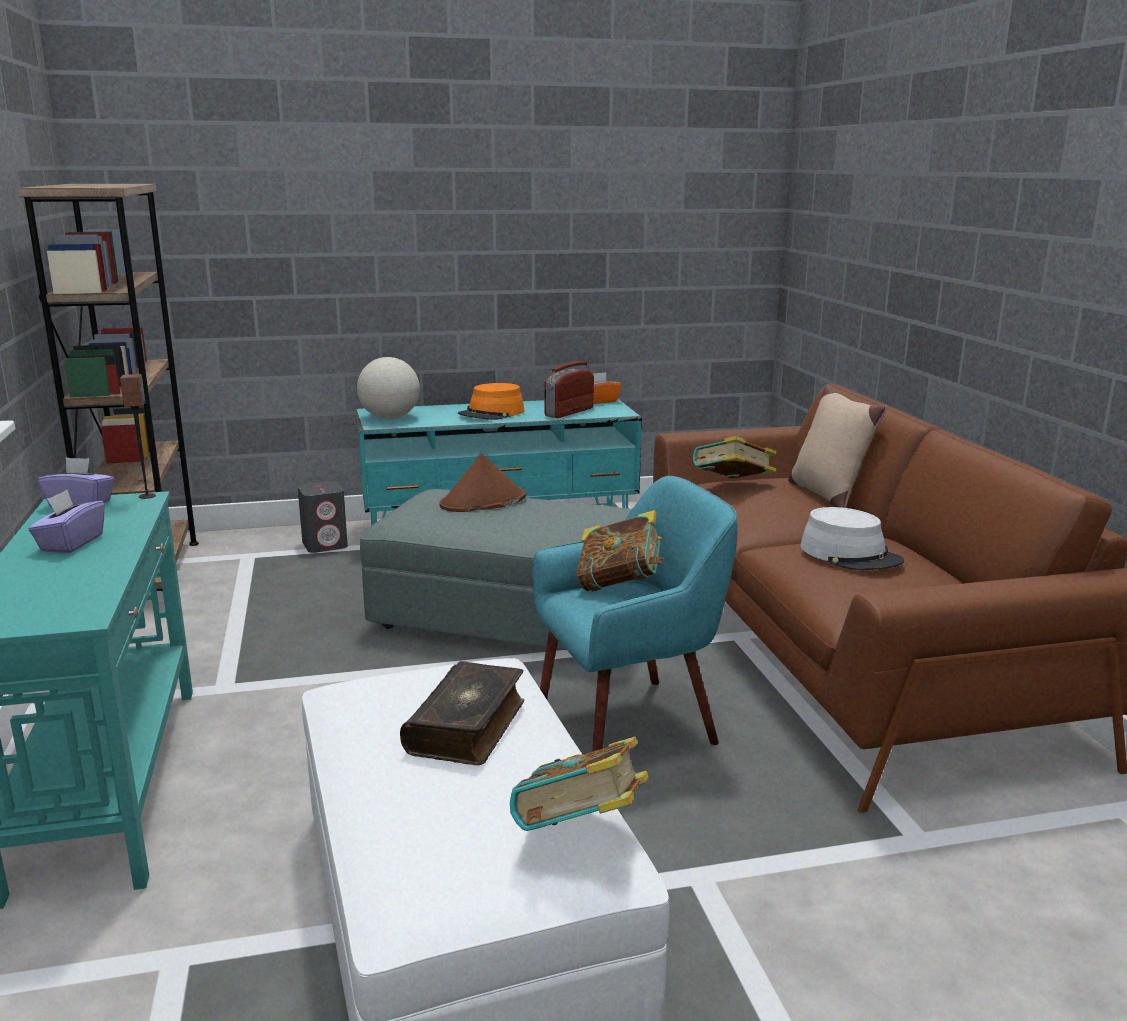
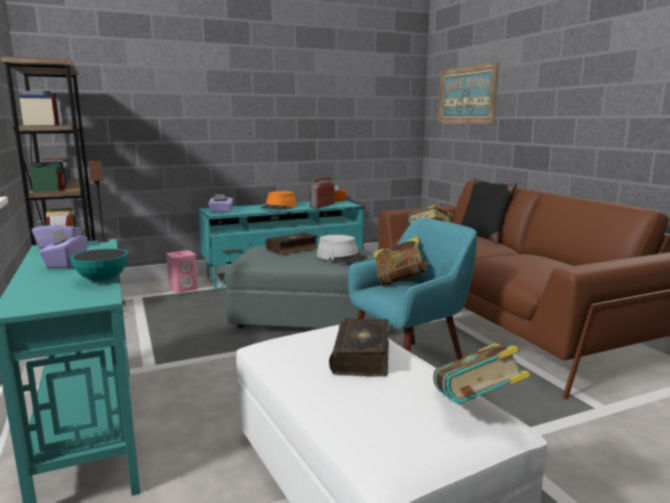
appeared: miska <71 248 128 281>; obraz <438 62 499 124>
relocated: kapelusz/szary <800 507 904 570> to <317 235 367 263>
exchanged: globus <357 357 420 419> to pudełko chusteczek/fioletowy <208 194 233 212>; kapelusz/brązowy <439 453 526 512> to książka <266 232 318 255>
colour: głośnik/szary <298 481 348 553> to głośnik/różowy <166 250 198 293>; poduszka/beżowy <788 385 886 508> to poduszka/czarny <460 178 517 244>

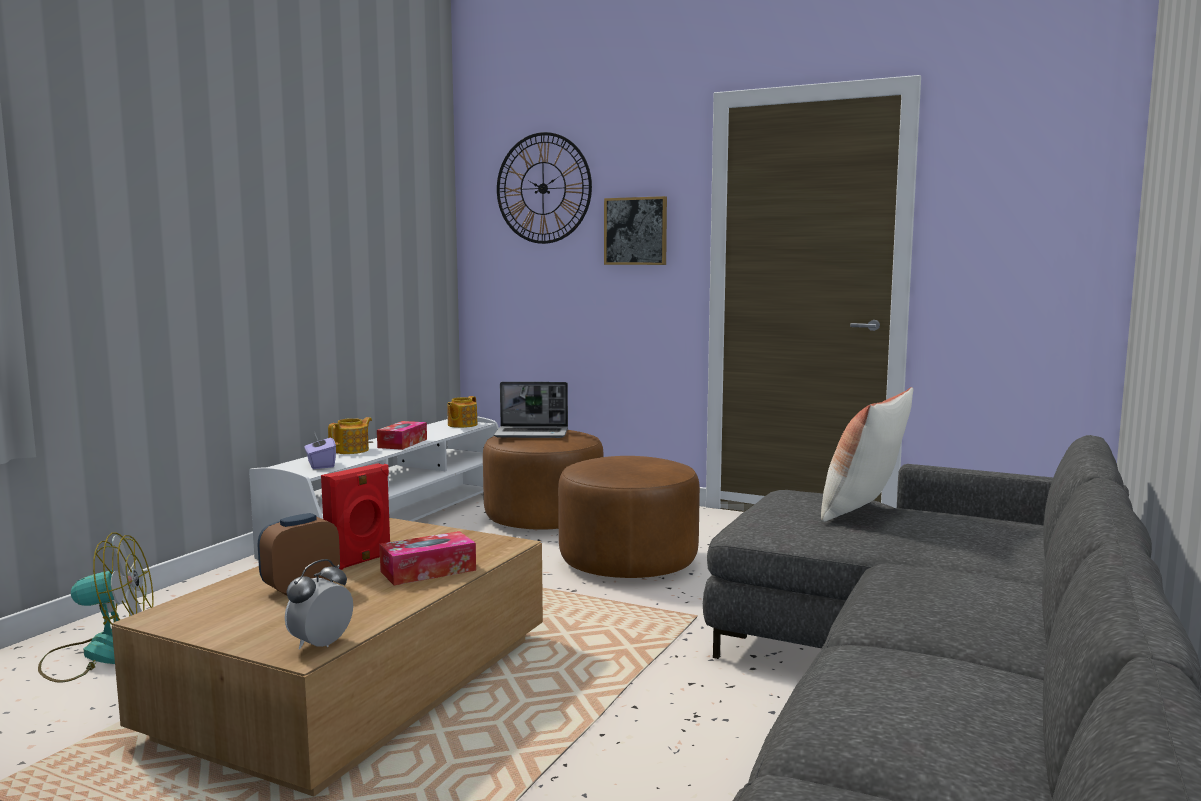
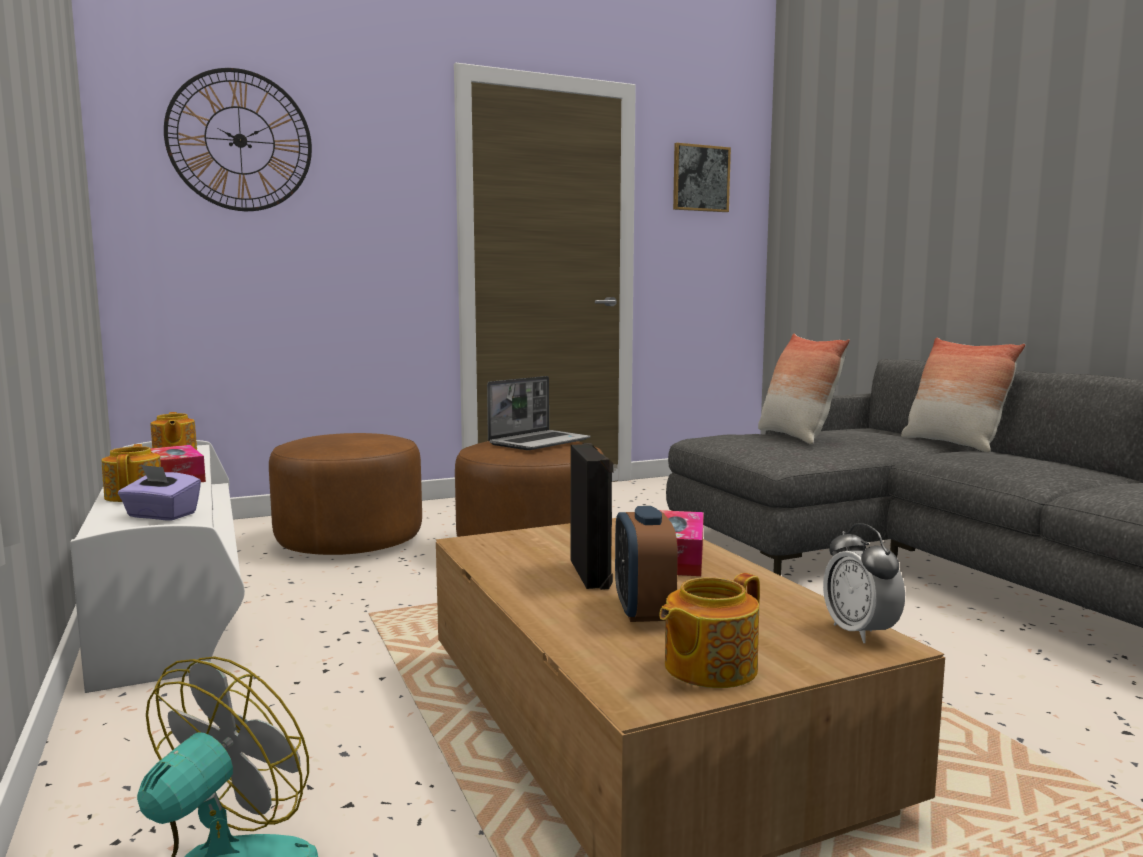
appeared: imbryk <659 573 760 688>; poduszka <901 337 1025 453>
relocated: laptop <494 382 568 438> to <487 376 591 450>; obraz <604 196 667 265> to <673 143 731 212>
colour: głośnik/czerwony <321 463 390 570> to głośnik/czarny <571 443 614 590>

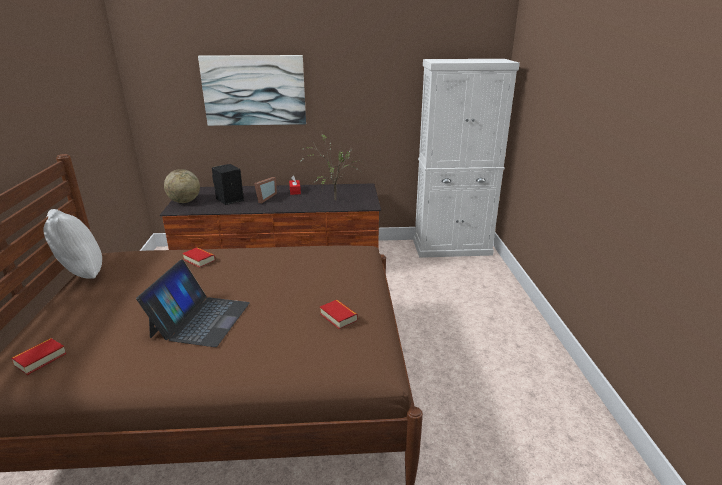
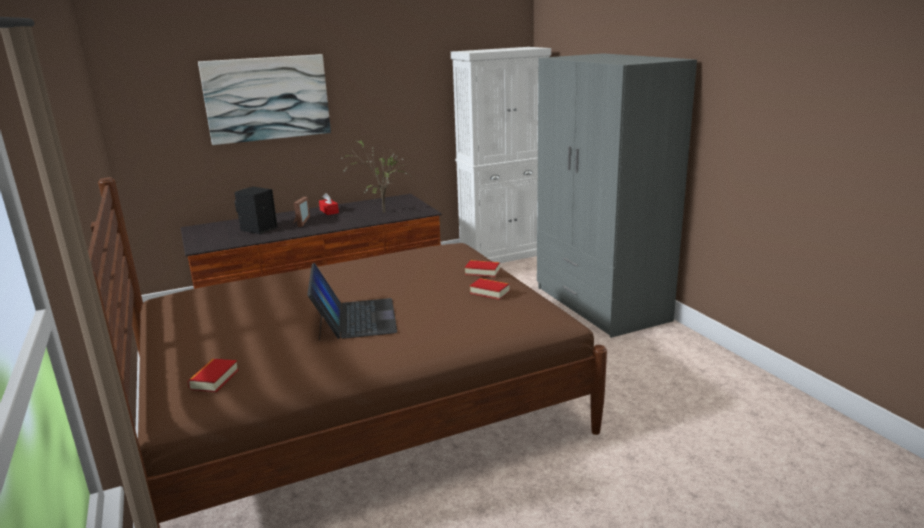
missing: poduszka/biały <43 209 102 279>; globus <164 169 200 203>
appeared: szafa/szary <537 53 697 338>
relocated: książka <182 247 215 268> to <465 260 500 277>

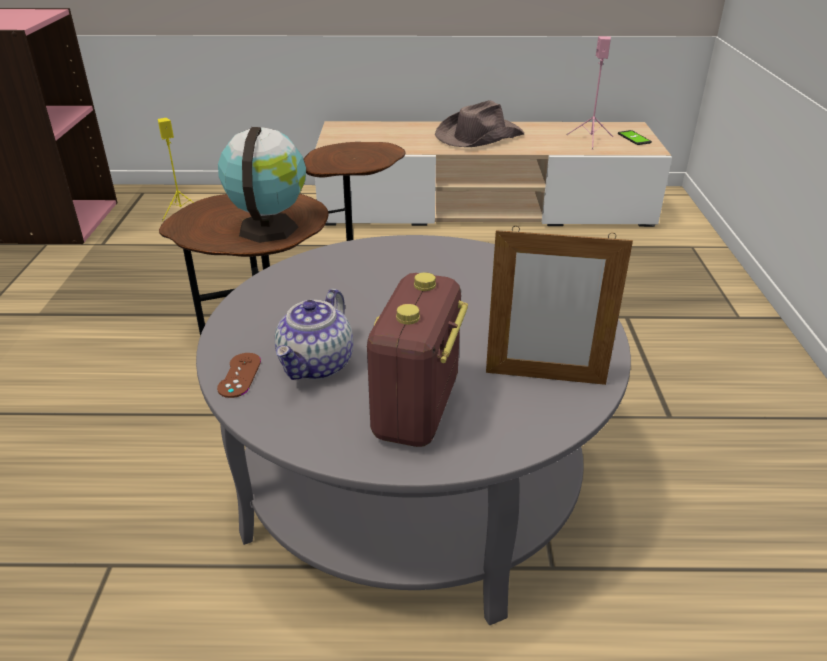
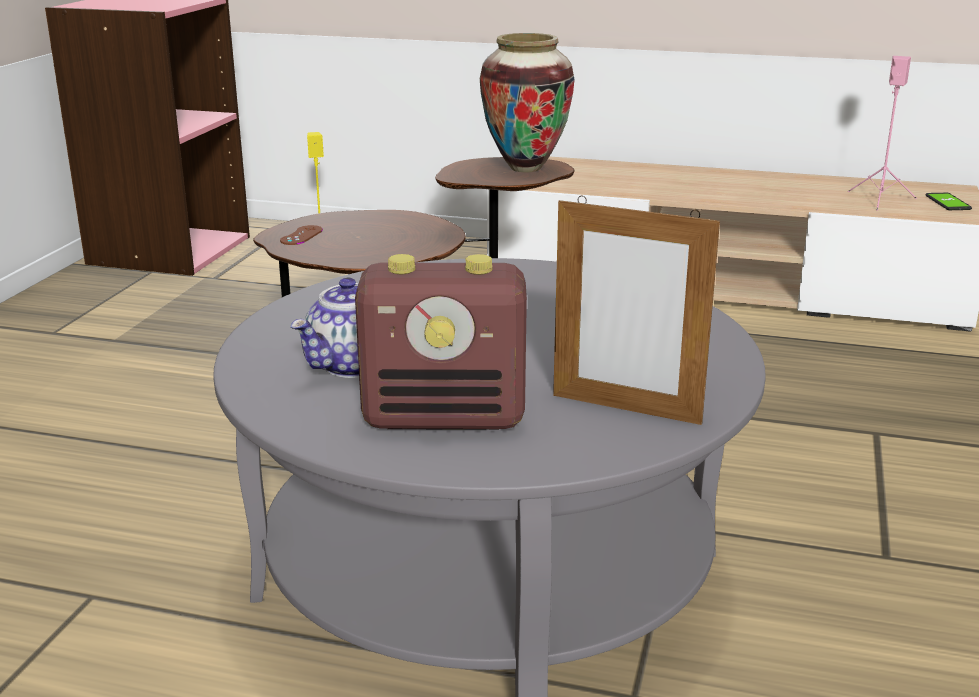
missing: globus <218 127 306 243>; kapelusz/brązowy <435 100 524 147>
appeared: wazon <480 33 575 172>
relocated: pad do gier/brązowy <217 353 261 398> to <280 225 323 245>
spun: radio <367 272 468 447> = <355 254 527 430> 120 degrees counterclockwise

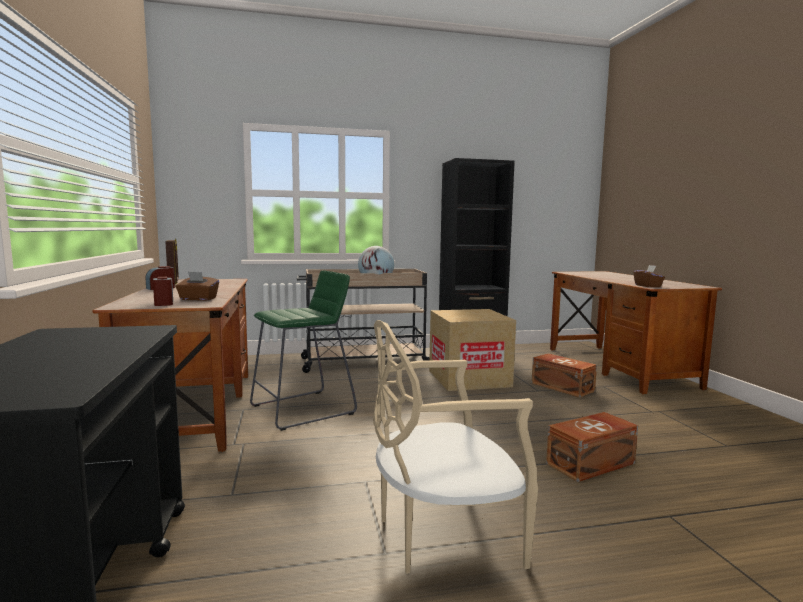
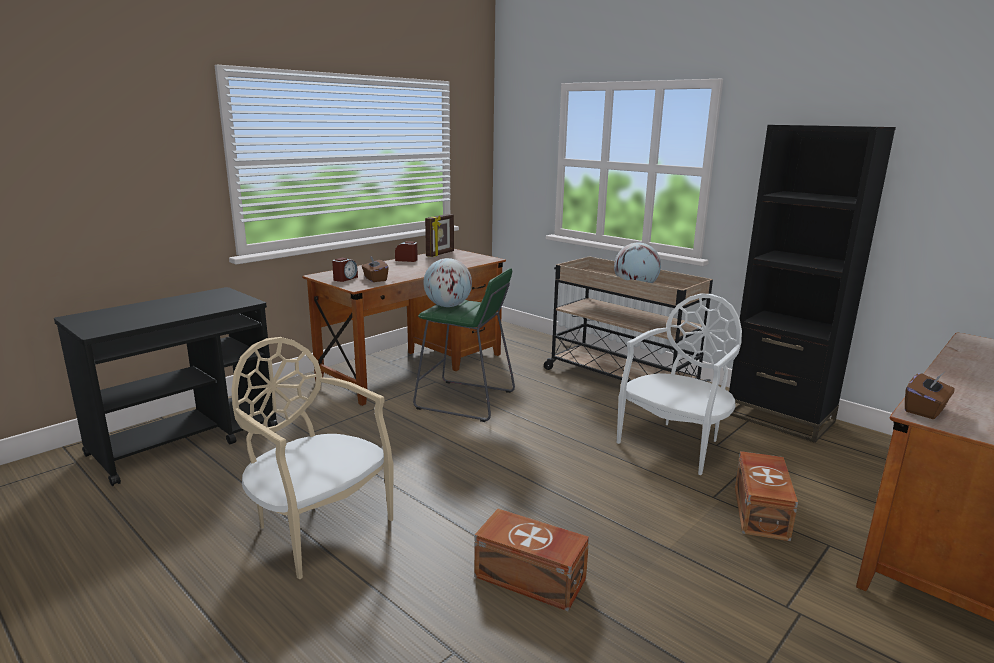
appeared: globus <423 258 472 307>
exchanged: karton <429 309 516 391> to krzesło/biały <617 293 742 475>

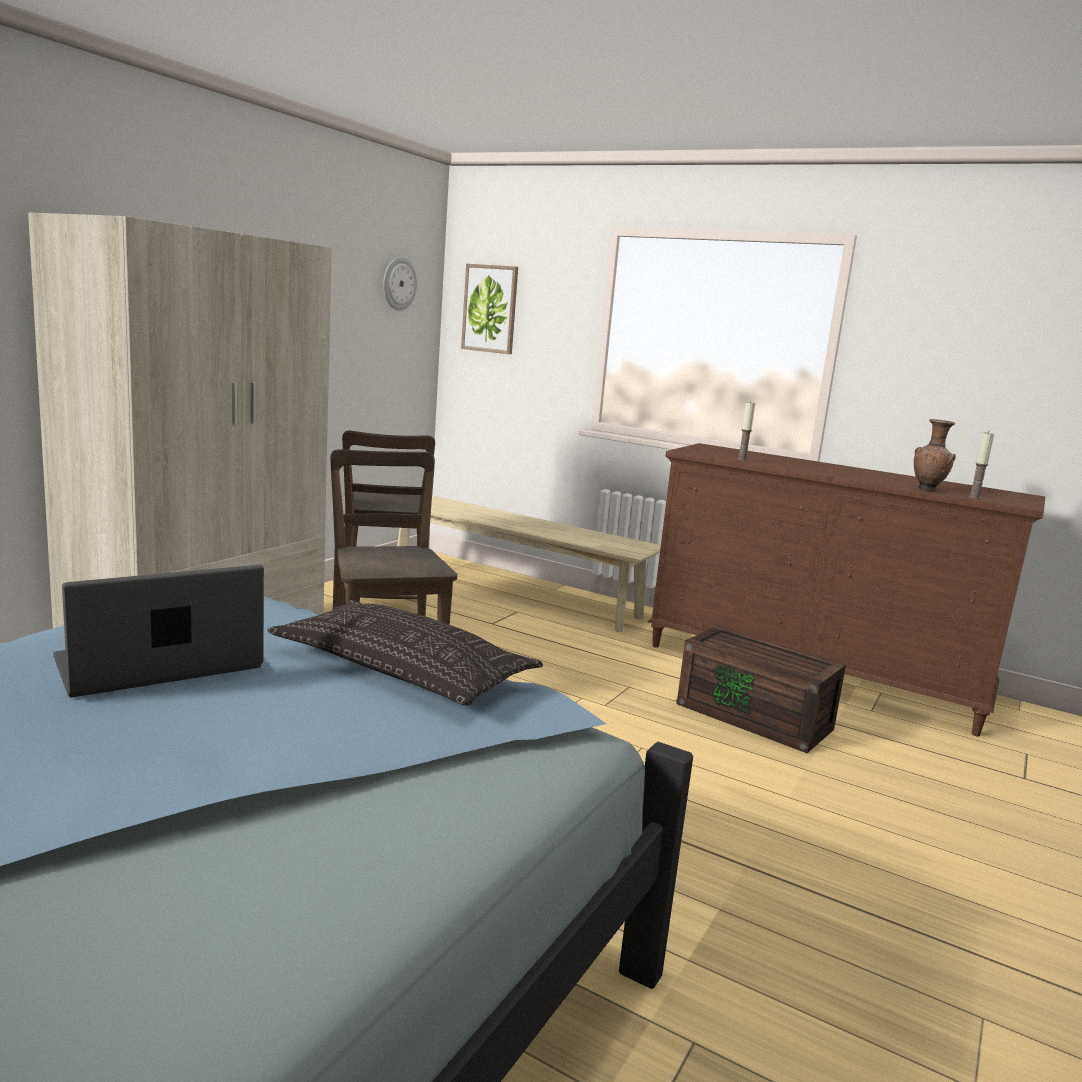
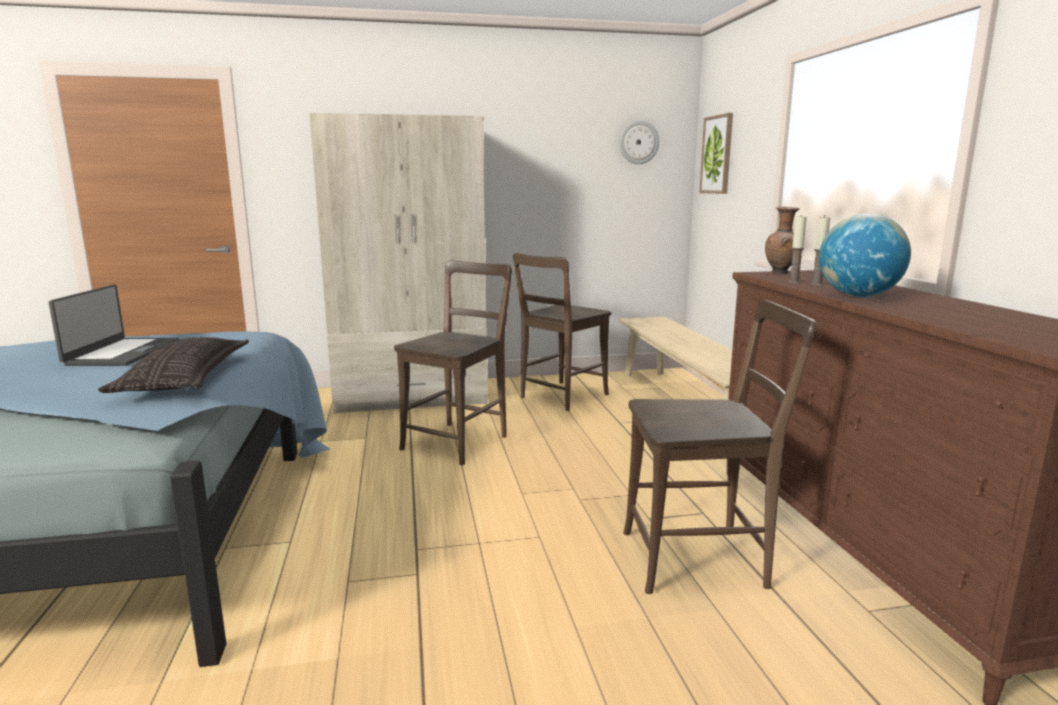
appeared: globus <819 213 911 297>
relocated: wazon/brązowy <914 419 956 491> to <765 207 800 274>; świeca <969 432 994 499> to <811 216 830 285>
exchanged: pojemnik do przechowywania/brązowy <677 625 846 753> to krzesło/brązowy <623 300 816 594>
spun: laptop <53 565 264 697> = <48 284 179 366> 75 degrees clockwise

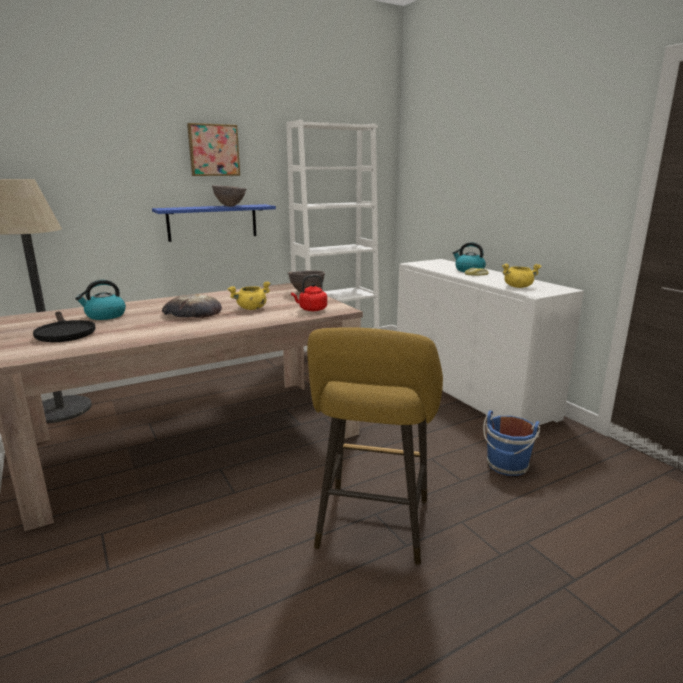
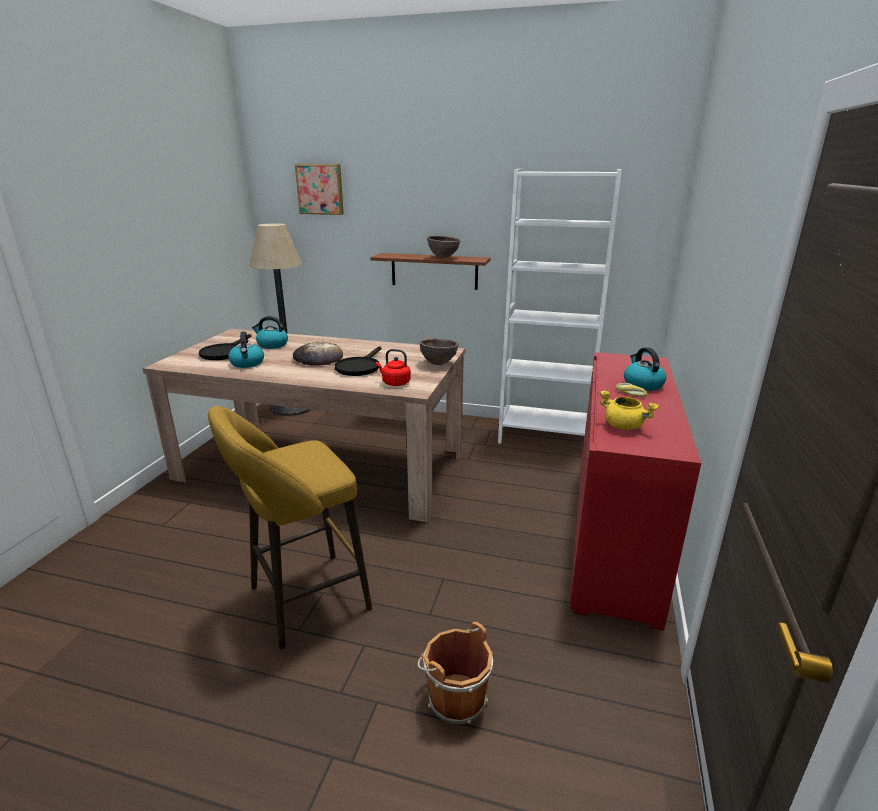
missing: wiadro/niebieski <483 410 540 476>
appeared: czajnik <228 332 264 368>; wiadro/brązowy <418 622 493 725>
relocated: obraz <187 123 240 176> to <295 164 344 215>
exchanged: garnek/żółty <228 281 271 310> to patelnia/czarny <335 346 381 376>
colour: półka/niebieski <152 204 276 242> to półka/brązowy <370 253 490 290>; szafka/biały <397 259 584 425> to szafka/czerwony <570 352 701 631>

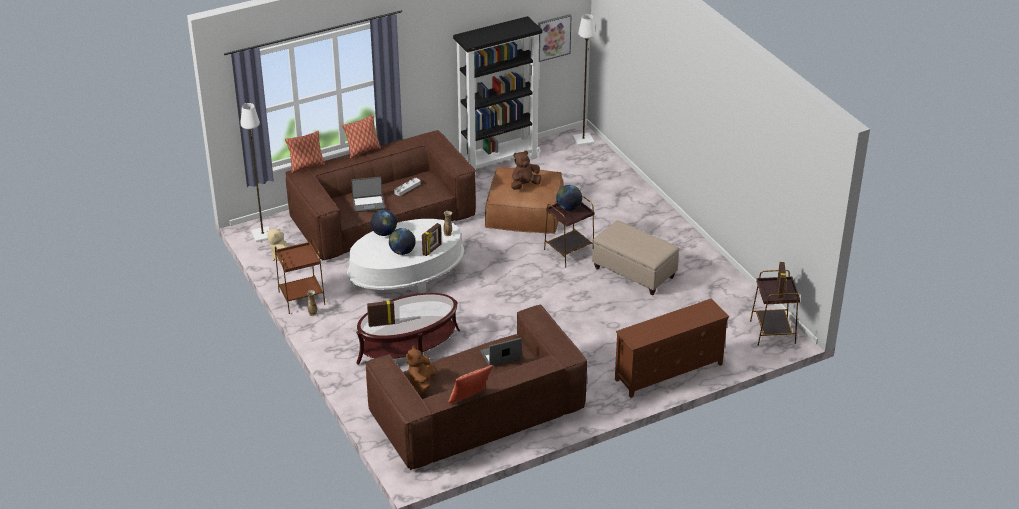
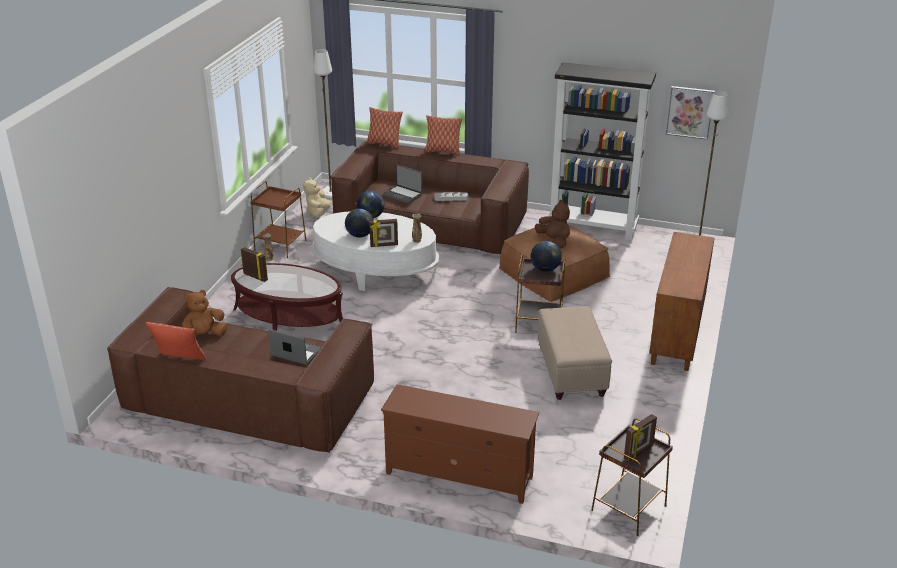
appeared: szafka/brązowy <649 232 715 371>
spun: pluszak/brązowy <511 150 541 190> = <535 200 570 249> 45 degrees clockwise

